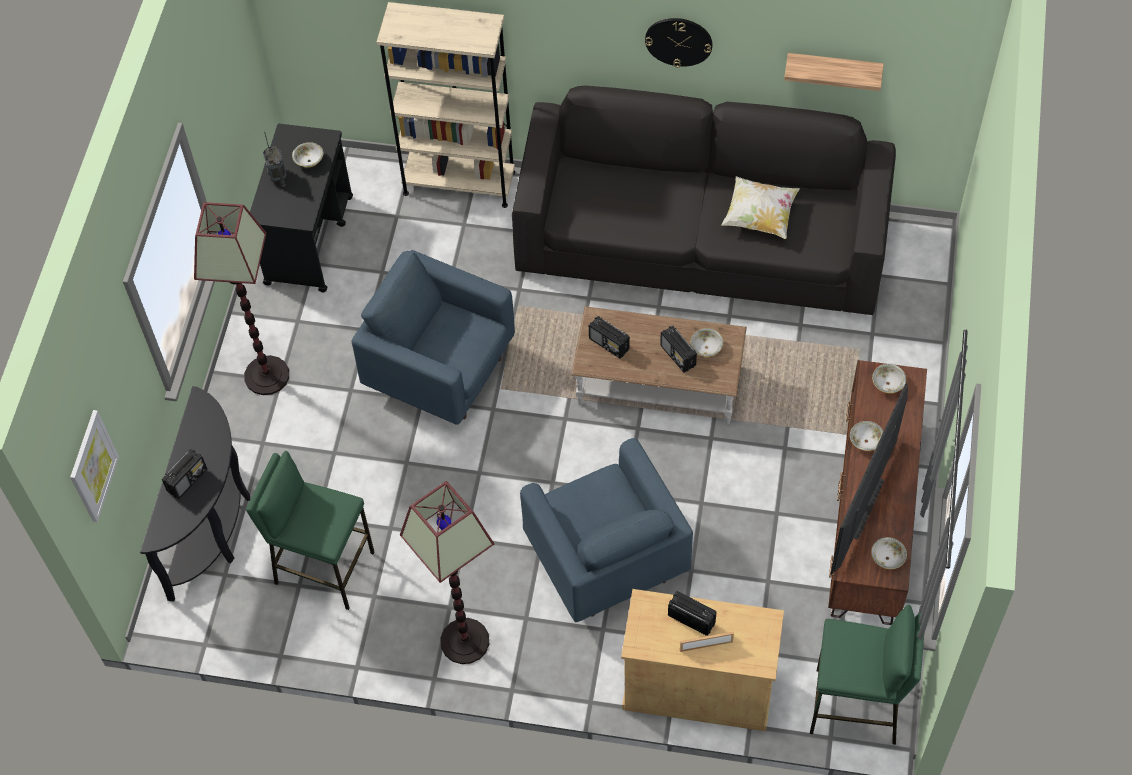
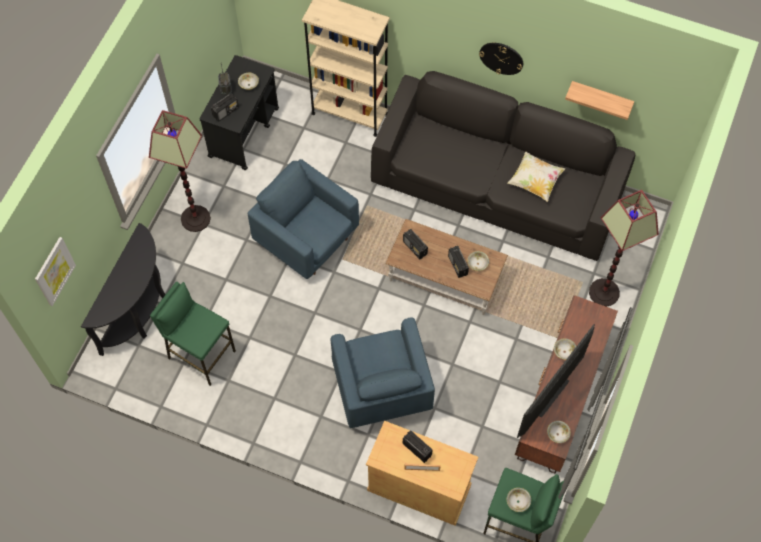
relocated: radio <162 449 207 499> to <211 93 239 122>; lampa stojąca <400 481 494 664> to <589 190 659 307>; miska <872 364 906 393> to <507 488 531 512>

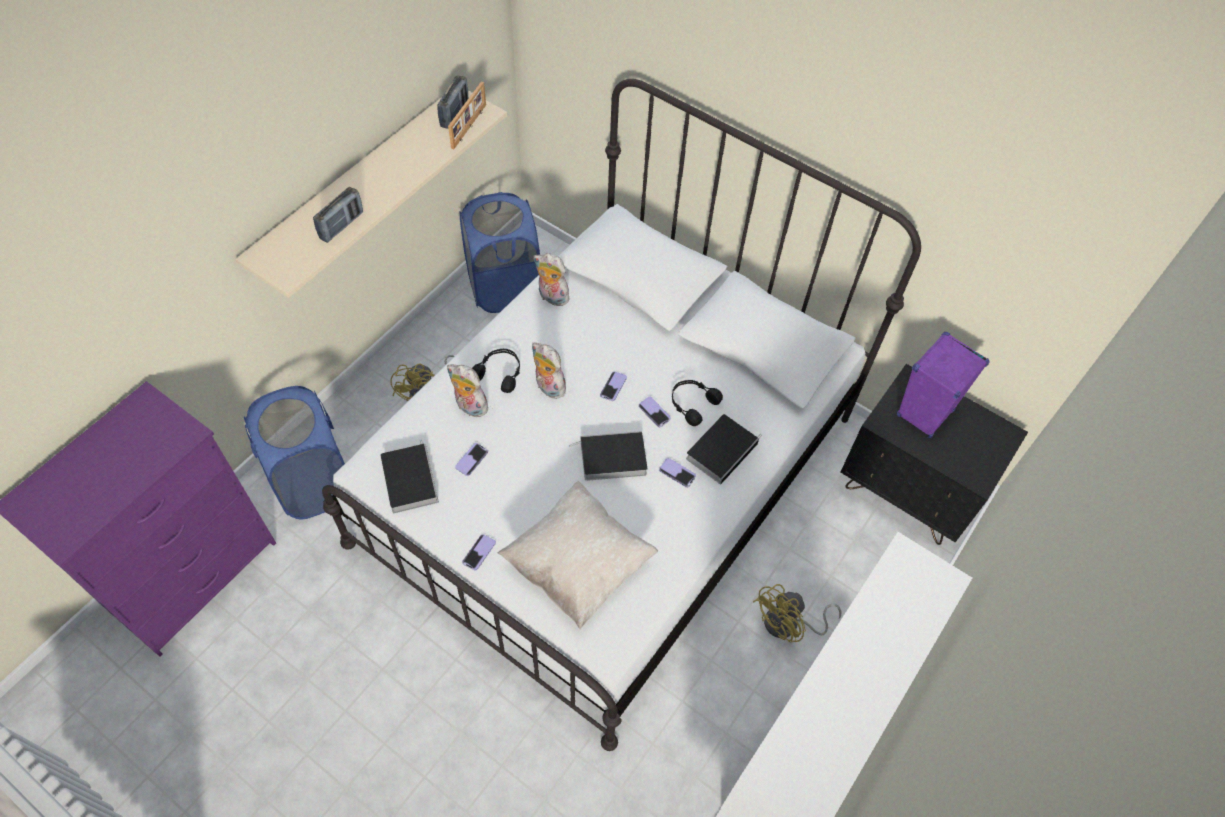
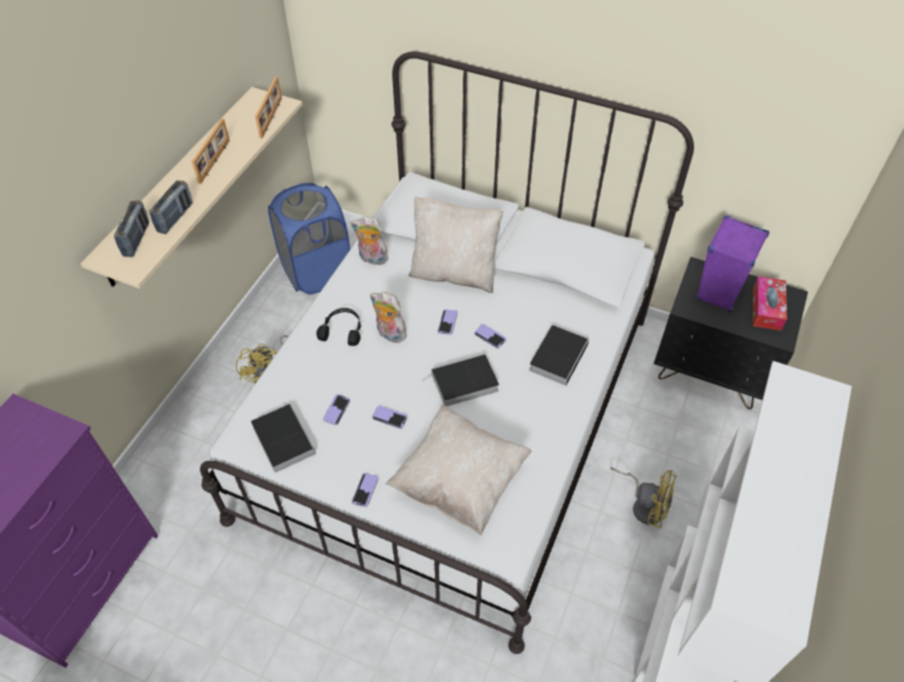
missing: kosz na pranie/niebieski <244 386 345 519>; pluszak <447 365 490 417>; słuchawki/czarny <672 380 723 426>
appeared: ramka na zdjęcie <192 118 230 184>; poduszka/beżowy <409 196 503 293>; pudełko chusteczek <753 276 787 331>
relocated: radio <437 75 469 129> to <114 200 149 257>; telefon <659 458 696 488> to <372 406 408 429>
spun: wentylator/żółty <753 584 842 643> = <610 467 677 528> 105 degrees counterclockwise

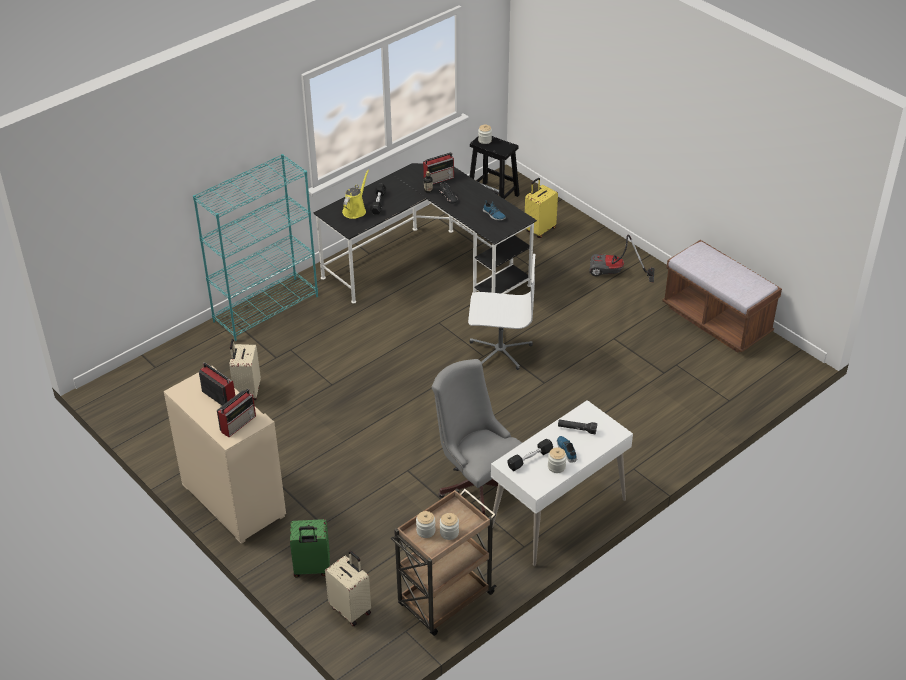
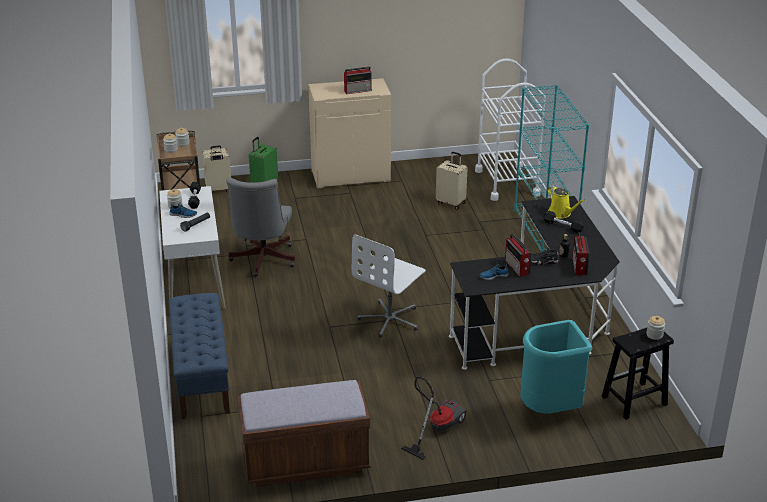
appeared: ławka/niebieski <169 293 230 419>; wózek/biały <475 58 546 201>
relocated: radio <217 389 256 437> to <505 234 532 277>
exchanged: walizka/żółty <525 178 558 238> to kosz na śmieci/turkusowy <521 320 592 414>
spun: krzesło biurowe/szary <432 359 522 515> = <226 177 295 277> 105 degrees clockwise

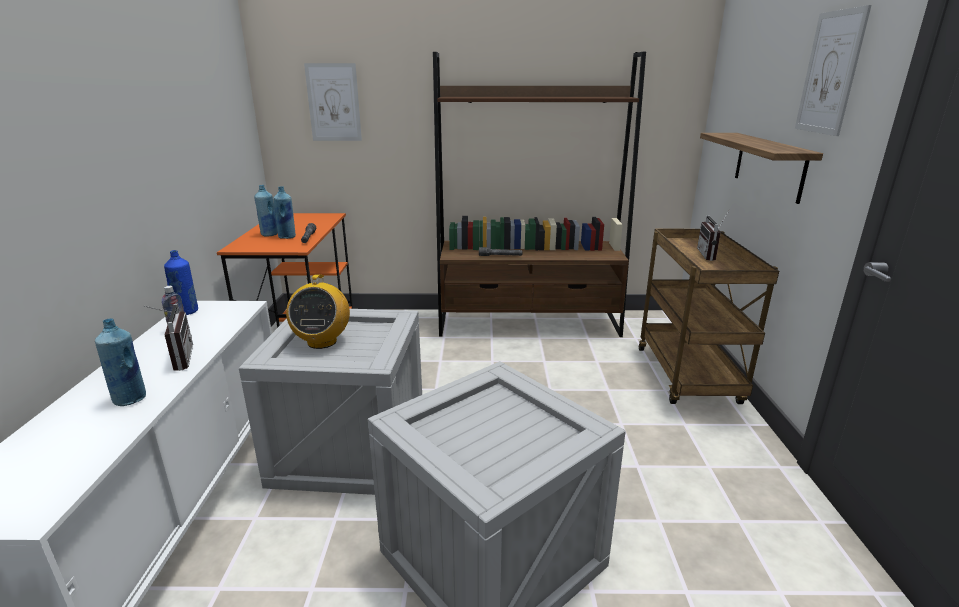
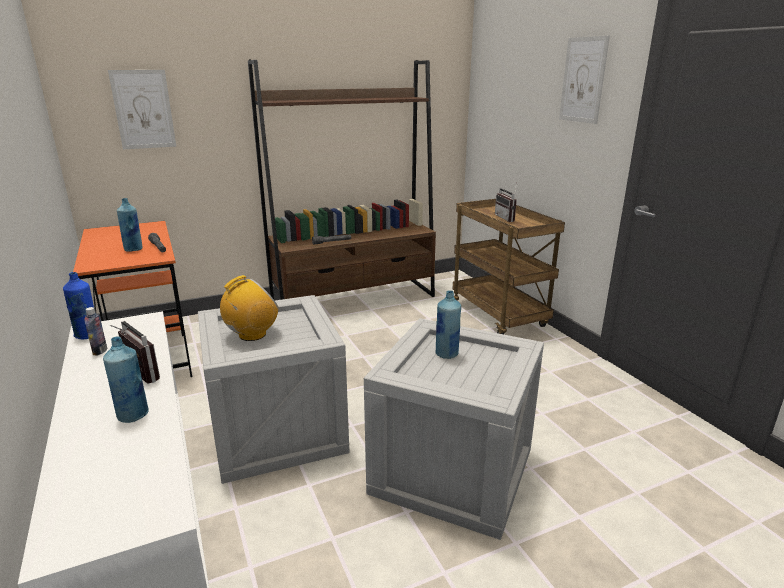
missing: półka <700 133 823 204>
relocated: butelka/niebieski <254 185 278 237> to <435 290 461 359>
spun: radio <286 274 350 349> = <220 275 279 341> 105 degrees counterclockwise

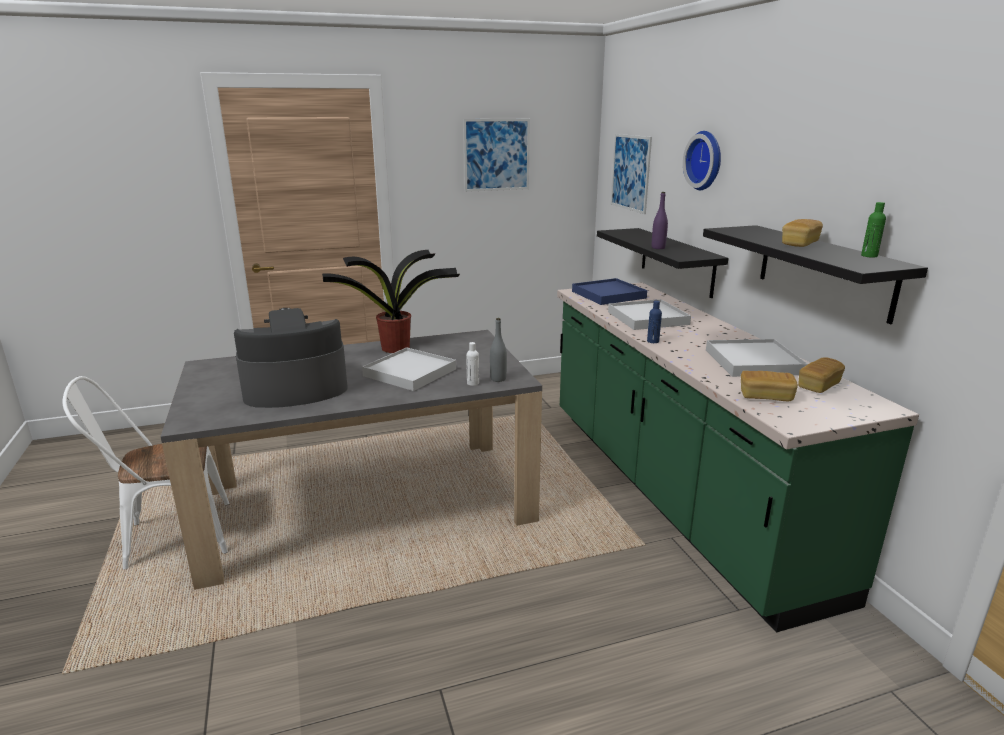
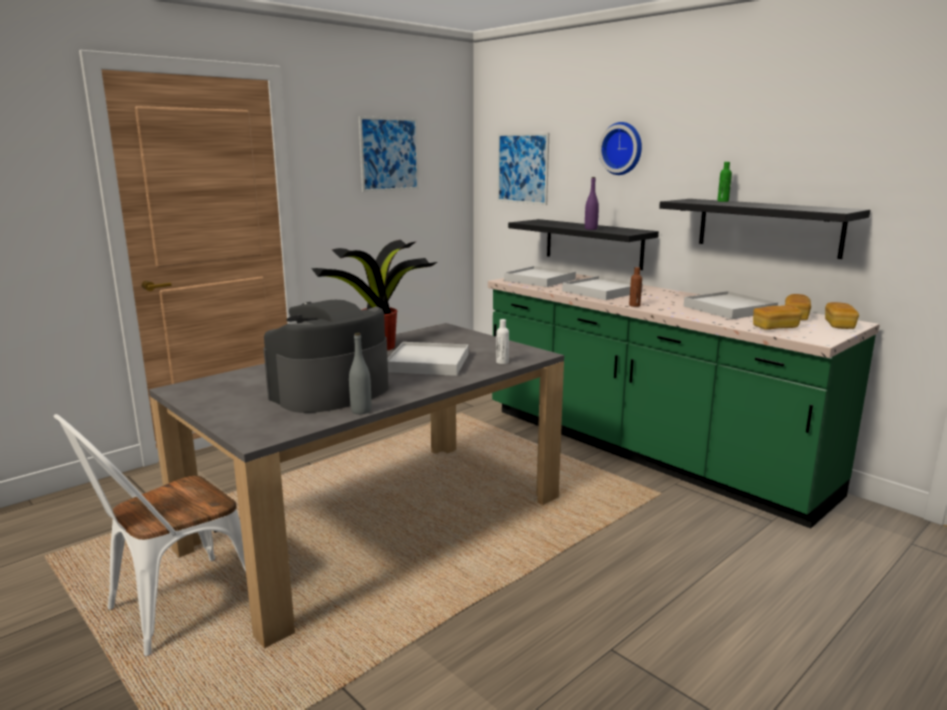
relocated: butelka/szary <490 318 507 382> to <349 333 371 414>; chleb <782 219 823 247> to <825 302 859 329>; butelka/zielony <861 202 886 258> to <717 162 732 202>
colour: taca/niebieski <572 278 647 305> to taca/biały <504 266 576 287>; butelka/niebieski <647 301 662 343> to butelka/brązowy <629 267 642 307>

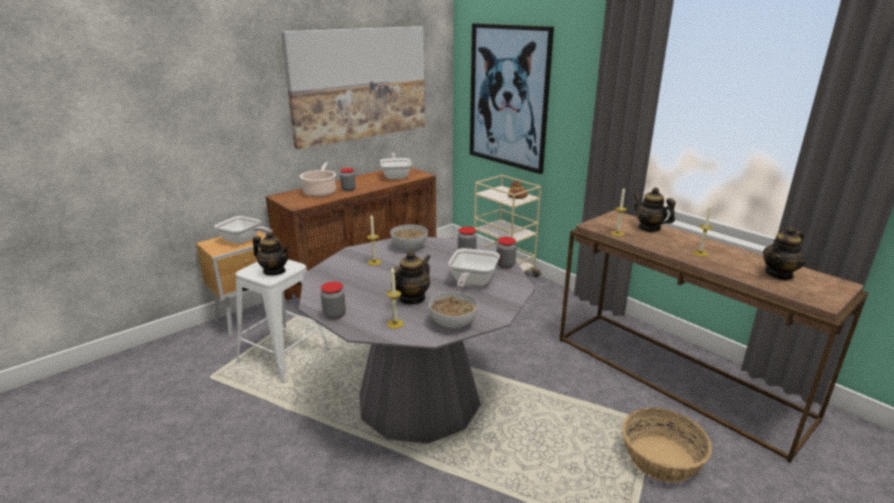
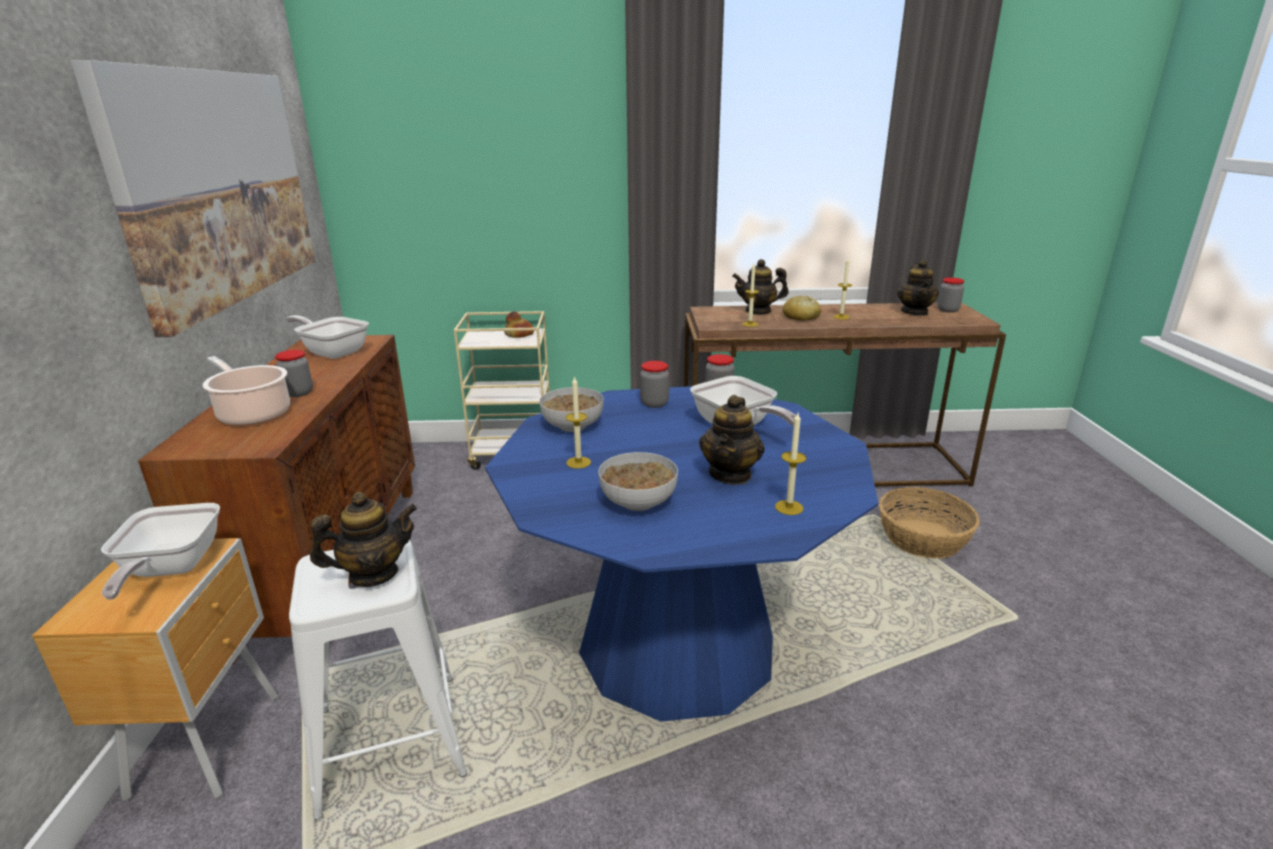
missing: obraz <470 23 554 174>
appeared: chleb <782 295 822 321>
relocated: słoik <320 282 346 320> to <938 278 965 313>; miska <429 292 478 329> to <598 452 678 511>
colour: stół jadalny/szary <299 237 535 444> to stół jadalny/niebieski <485 386 878 721>
spun: patelnia <215 216 272 244> = <101 503 220 600> 105 degrees clockwise; imbryk <391 251 431 304> = <699 395 765 485> 150 degrees counterclockwise

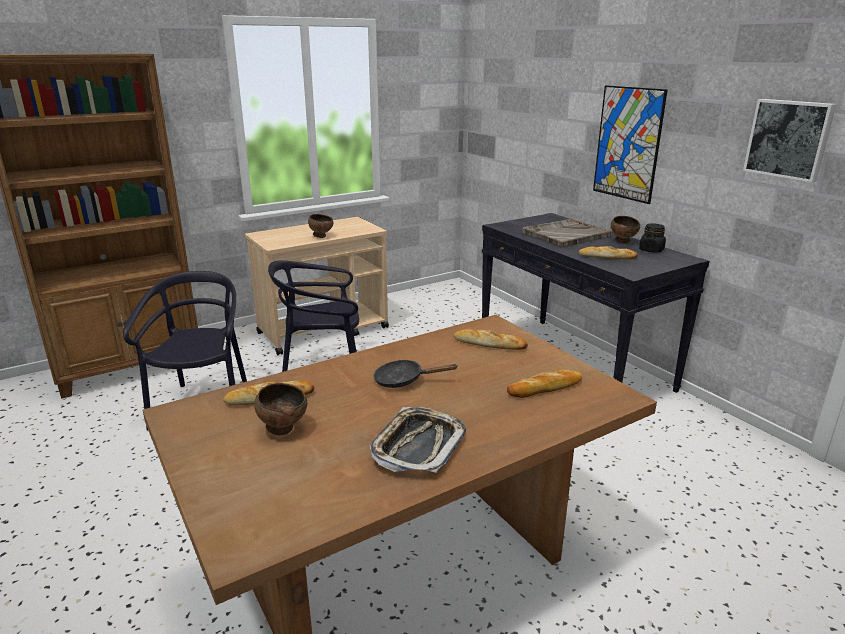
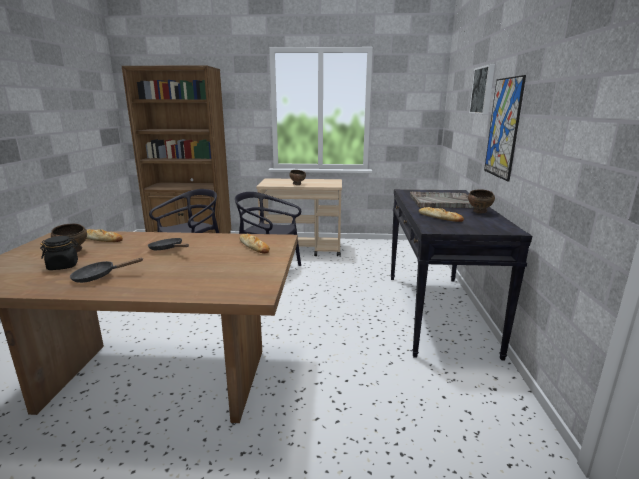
missing: chleb <507 370 582 398>
relocated: słoik/czarny <639 223 666 253> to <40 236 78 270>; obraz <743 99 836 182> to <469 65 495 114>
exchanged: taca <370 407 466 473> to patelnia/czarny <70 258 144 283>

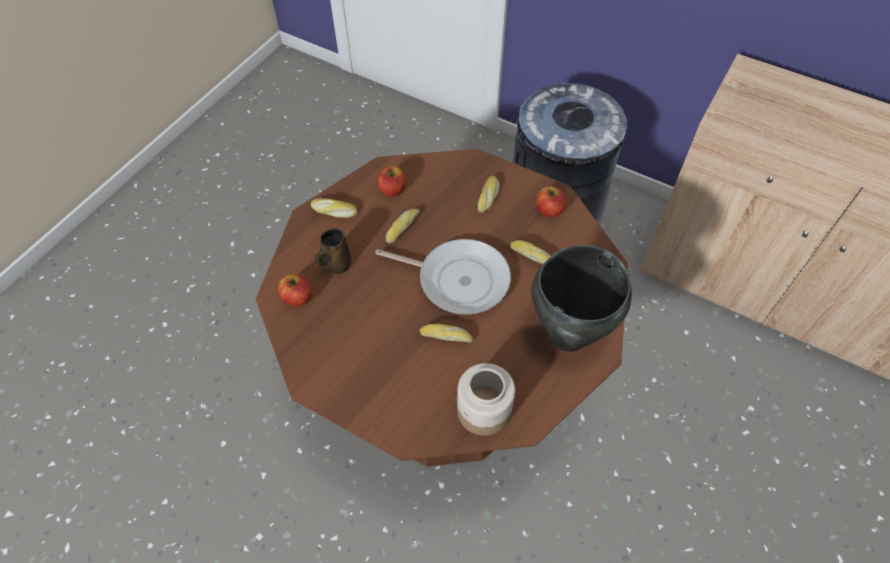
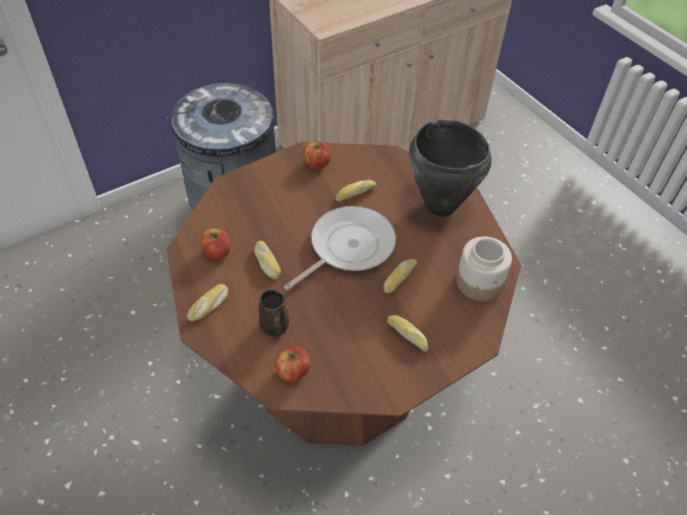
relocated: chleb <478 176 500 213> to <387 315 429 352>

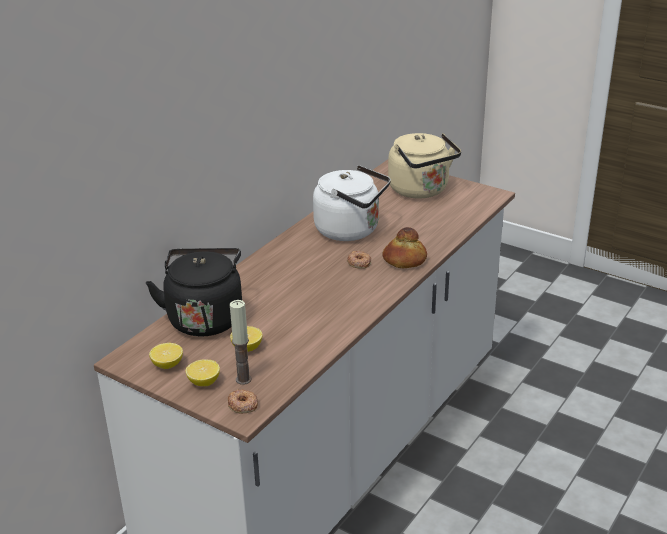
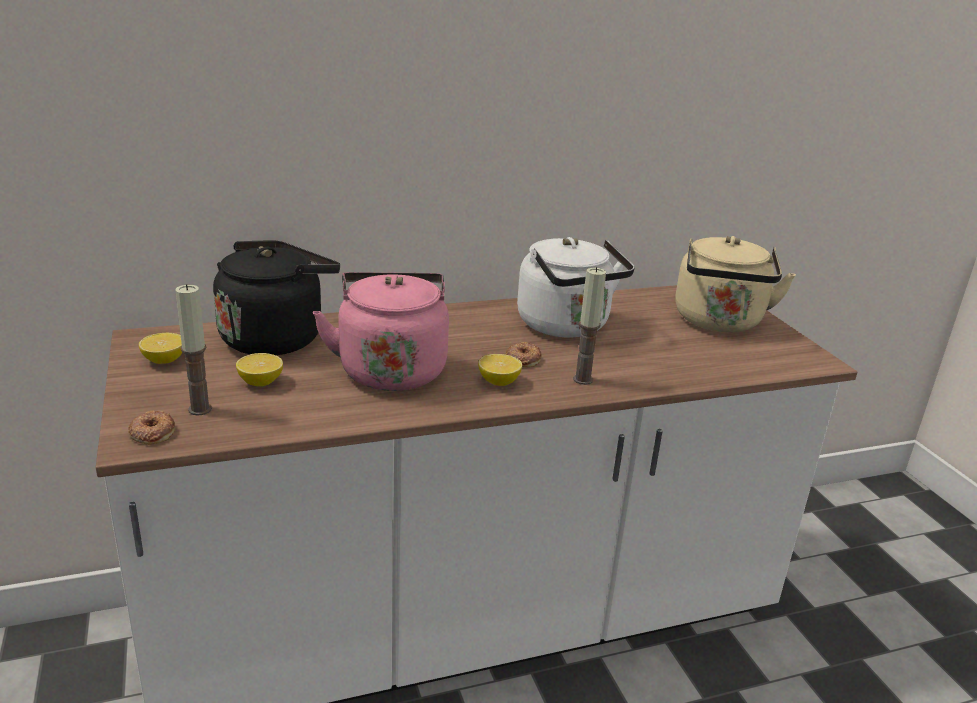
appeared: czajnik/różowy <313 272 449 391>
relocated: cytryna <186 359 220 386> to <478 354 522 386>
exchanged: chleb <382 227 427 268> to świeca <573 267 606 385>

